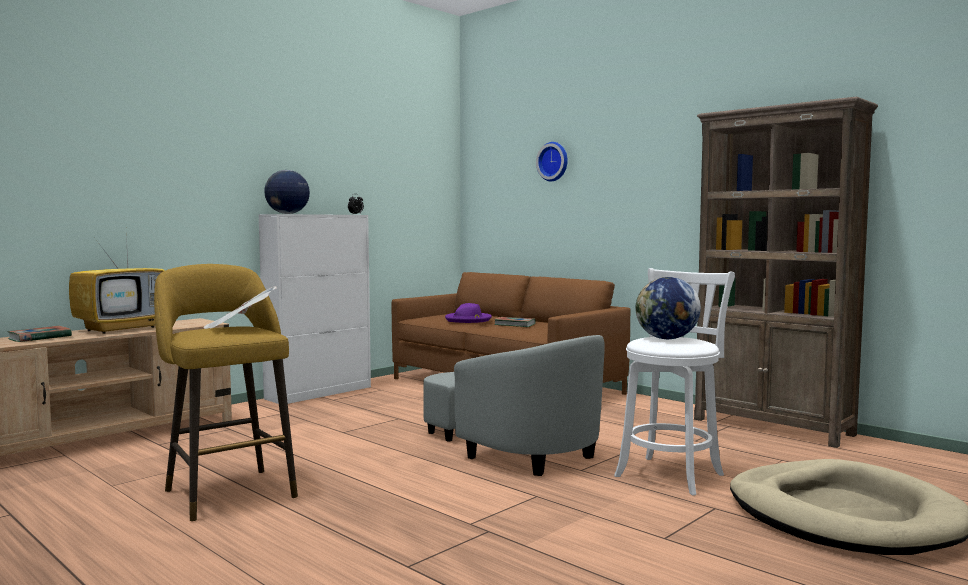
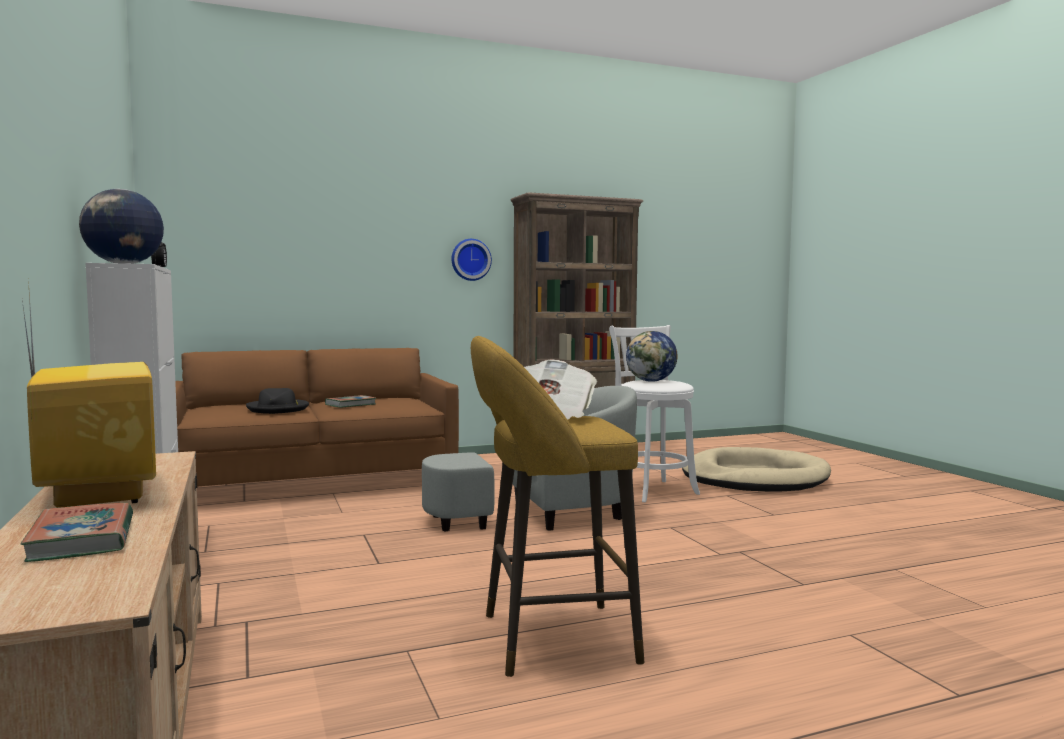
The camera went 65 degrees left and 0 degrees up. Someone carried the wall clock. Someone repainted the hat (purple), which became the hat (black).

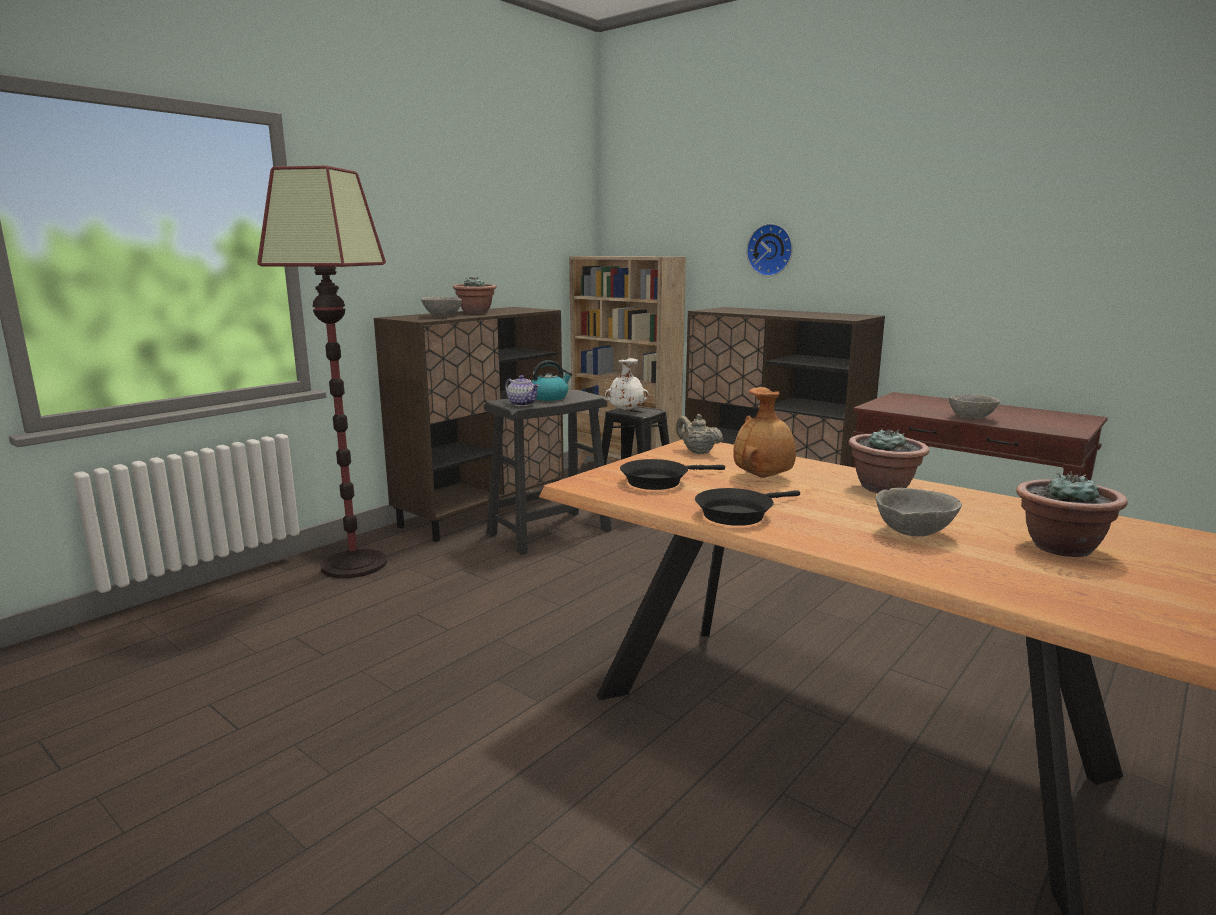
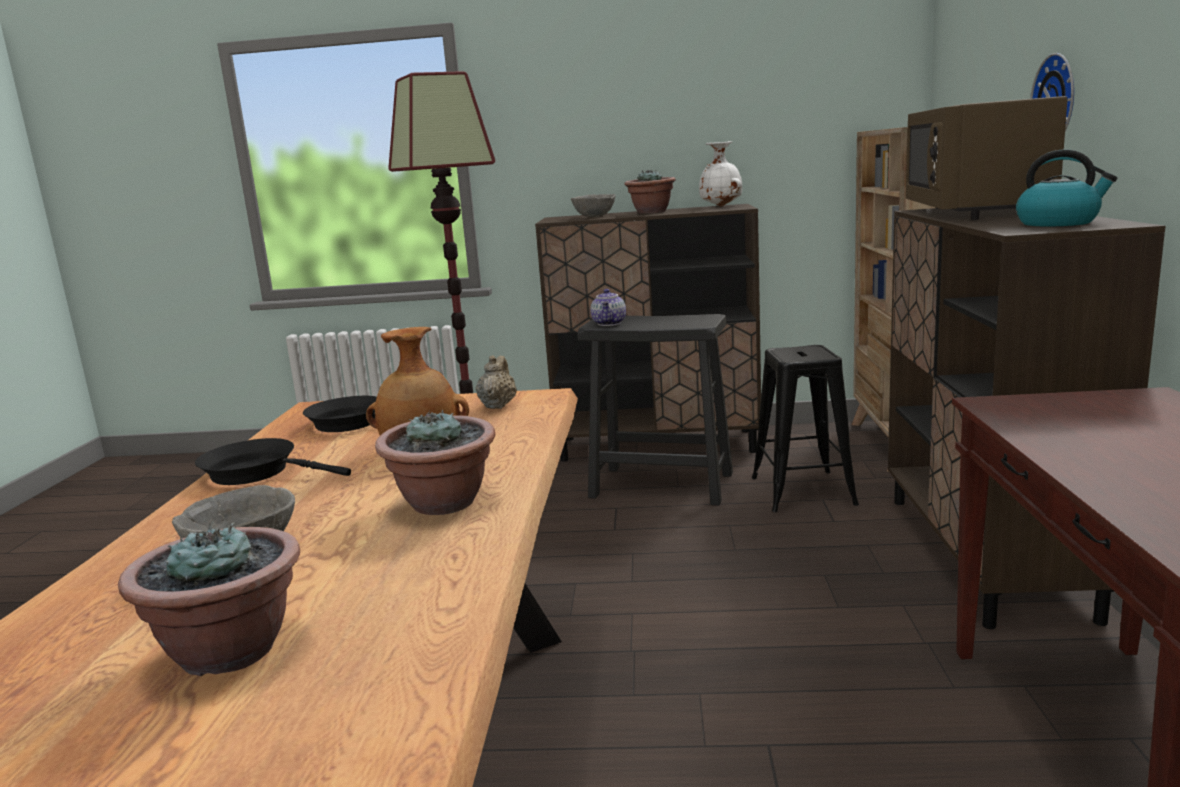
The camera went 55 degrees right and 0 degrees up. Someone took away the bowl (grey) (3rd from left). Someone put down the microwave (brown). Someone carried the kettle. Someone carried the vase (white).

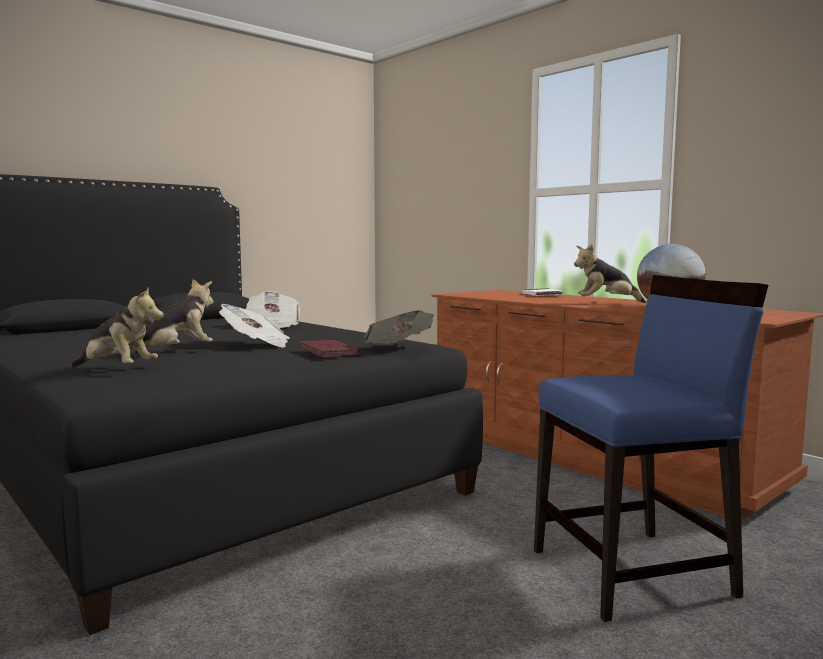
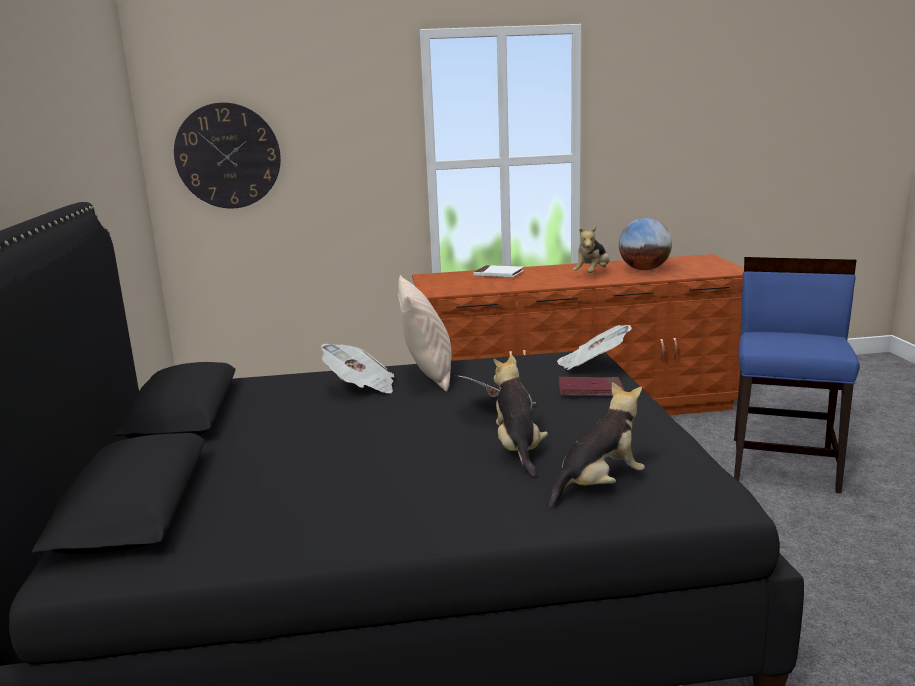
The camera went 55 degrees left and 10 degrees up. Someone put up the wall clock. Someone put down the pillow (beige).

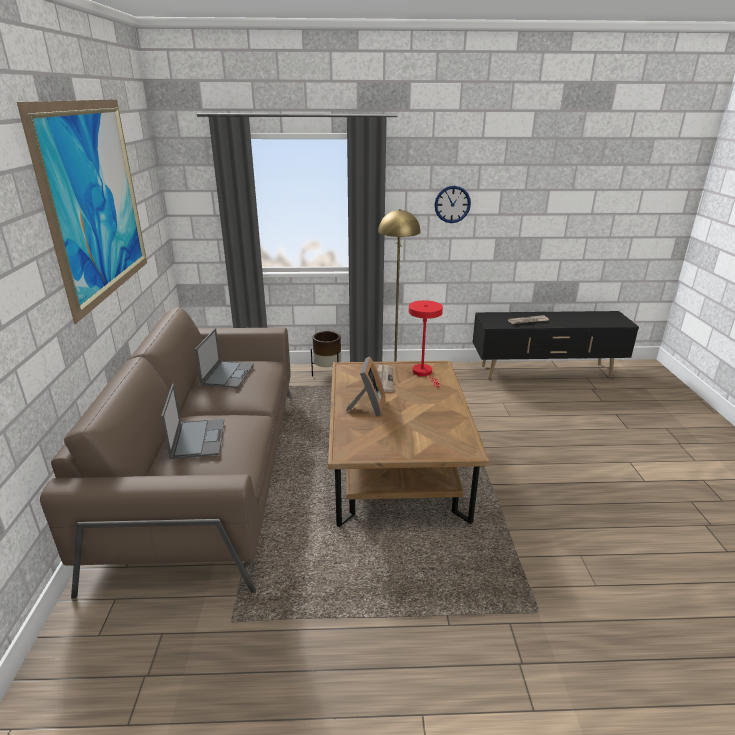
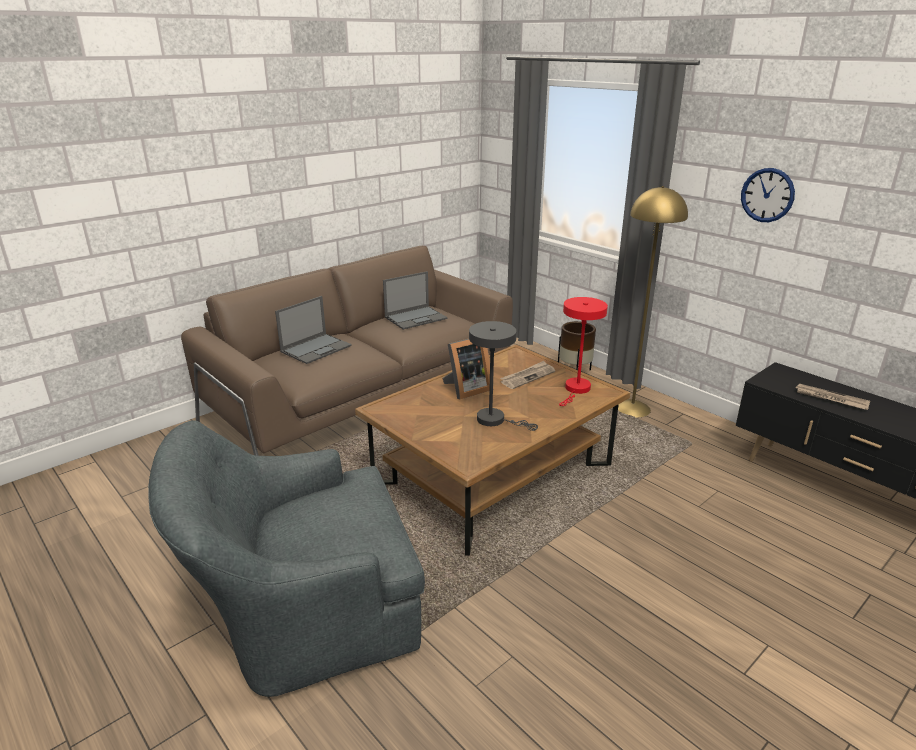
The camera went 50 degrees right and 0 degrees up. Someone took away the picture. Someone put down the armchair (grey). Someone put down the table lamp (grey).

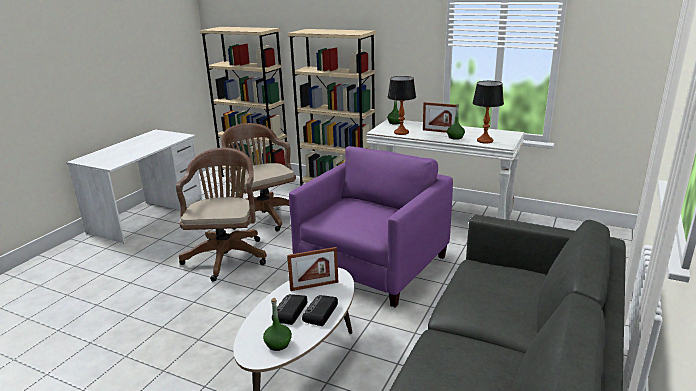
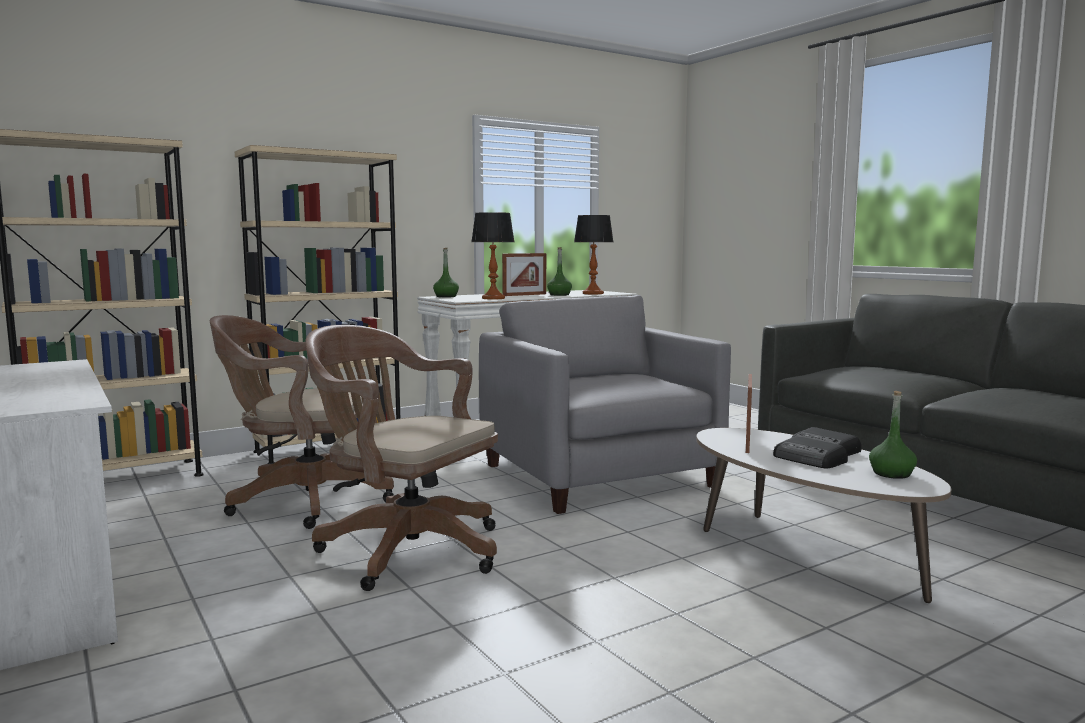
The camera went 60 degrees left and 15 degrees down. Someone repainted the armchair (purple), which became the armchair (grey).

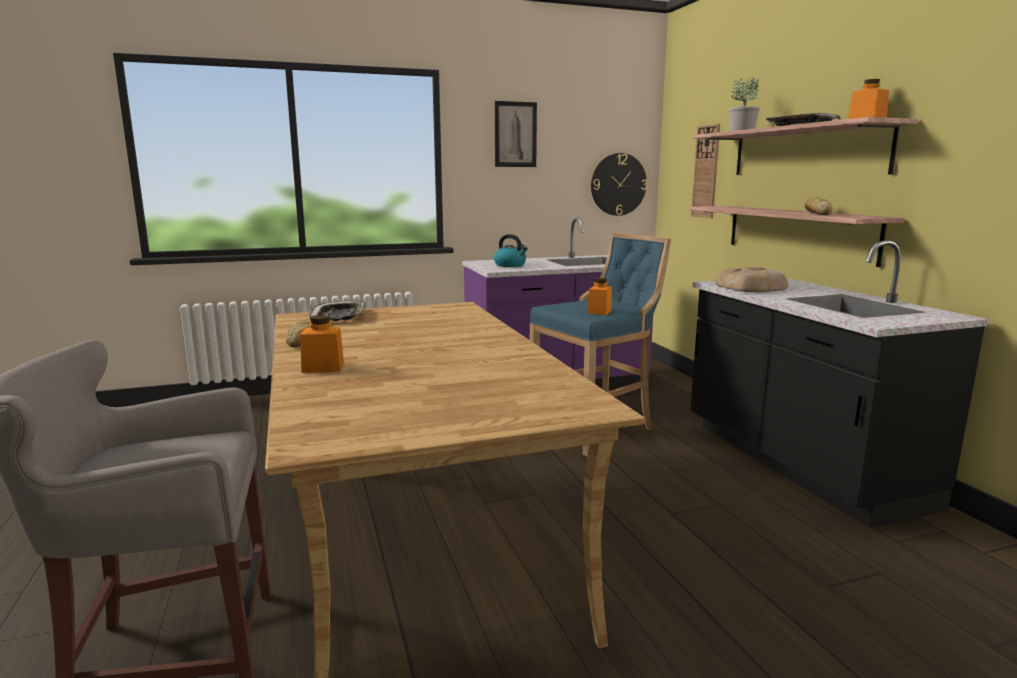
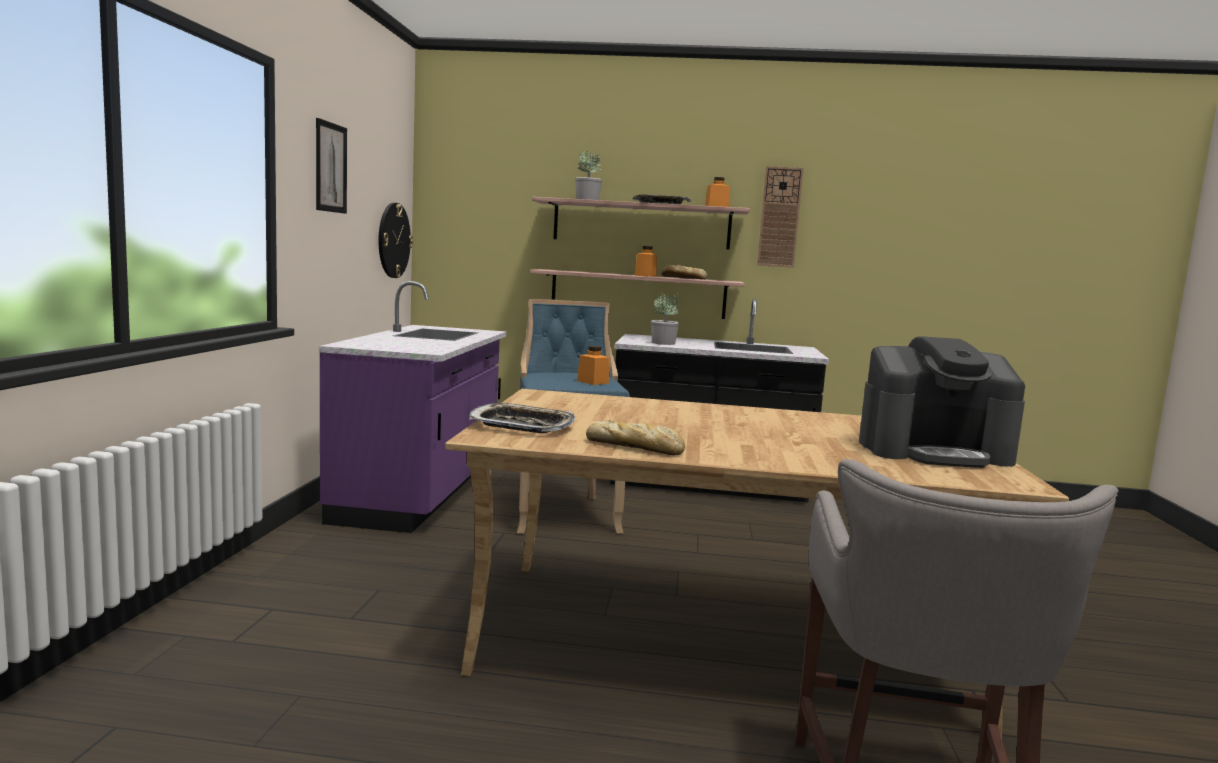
The camera went 65 degrees left and 5 degrees down. Someone took away the kettle. Someone put down the coffee machine. Someone carried the jar (orange) (1st from left in the first image). Someone carried the wall clock (2nd from left). Someone swapped the bread (2nd from left) for the potted plant (2nd from left).

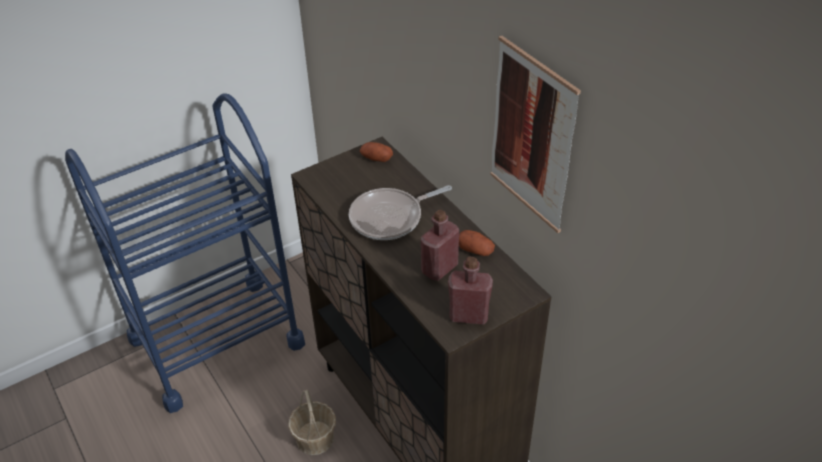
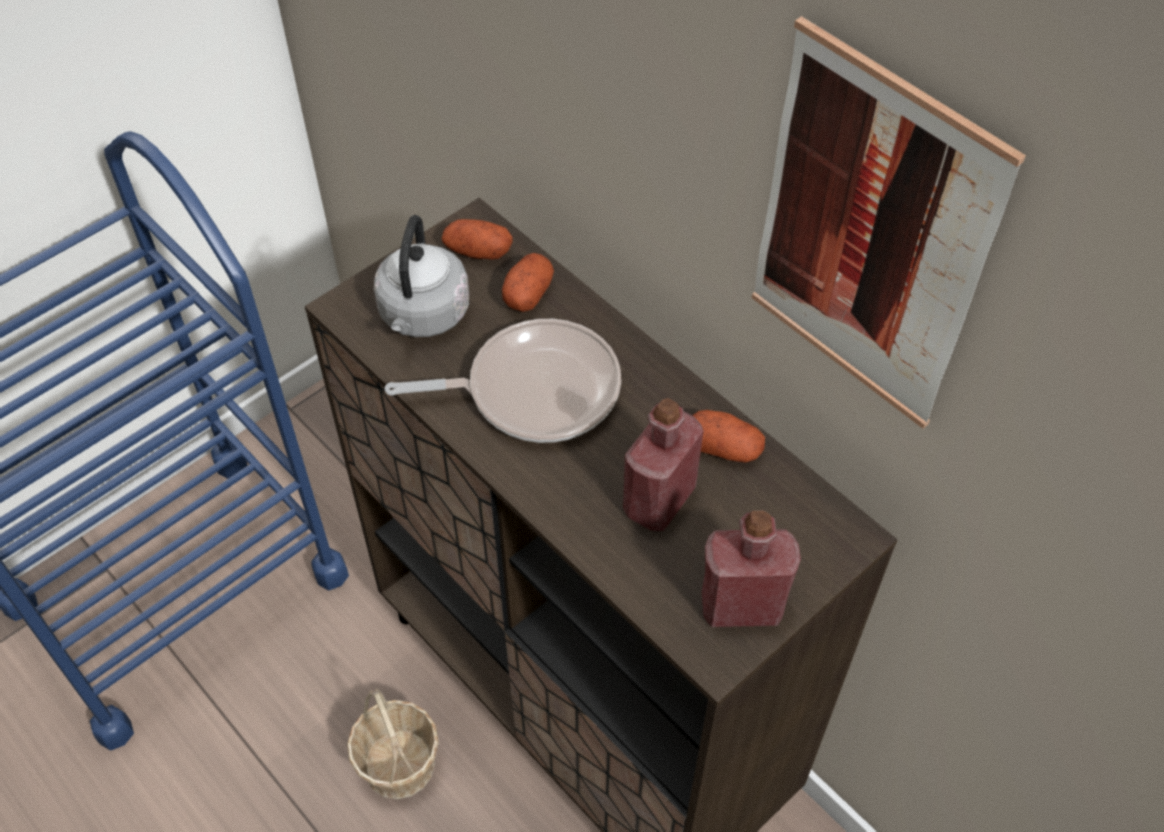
The camera went 10 degrees left and 10 degrees up. Someone put down the kettle (grey). Someone put down the potato (2nd from left). Someone rotated the frying pan by 150 degrees counterclockwise.

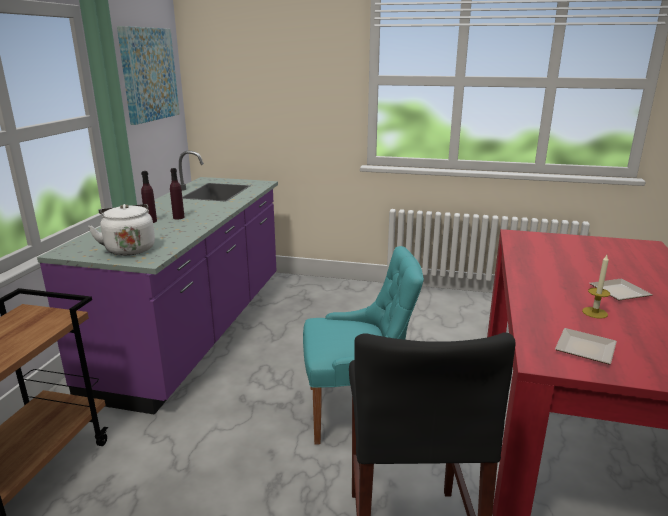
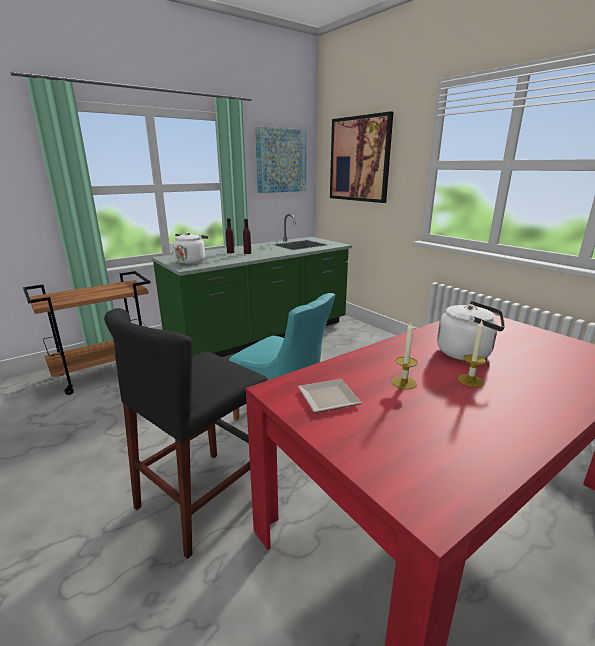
The camera went 40 degrees right and 0 degrees up. Someone put up the picture (2nd from left). Someone put down the kettle (white) (2nd from left). Someone swapped the plate (2nd from left) for the candle (2nd from left). Someone repainted the counter (purple), which became the counter (green).

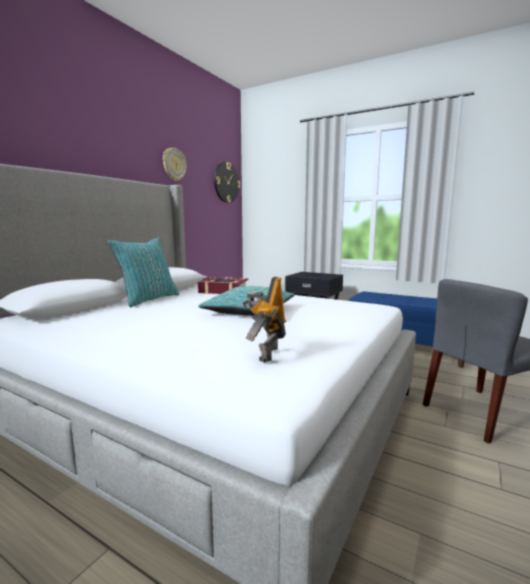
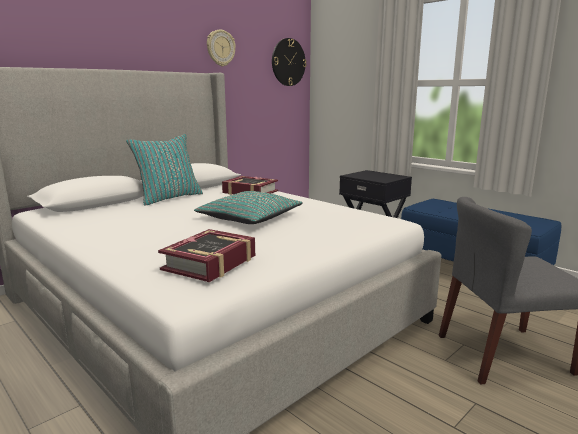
The camera went 15 degrees right and 5 degrees up. Someone swapped the toy robot for the book (1st from left).

